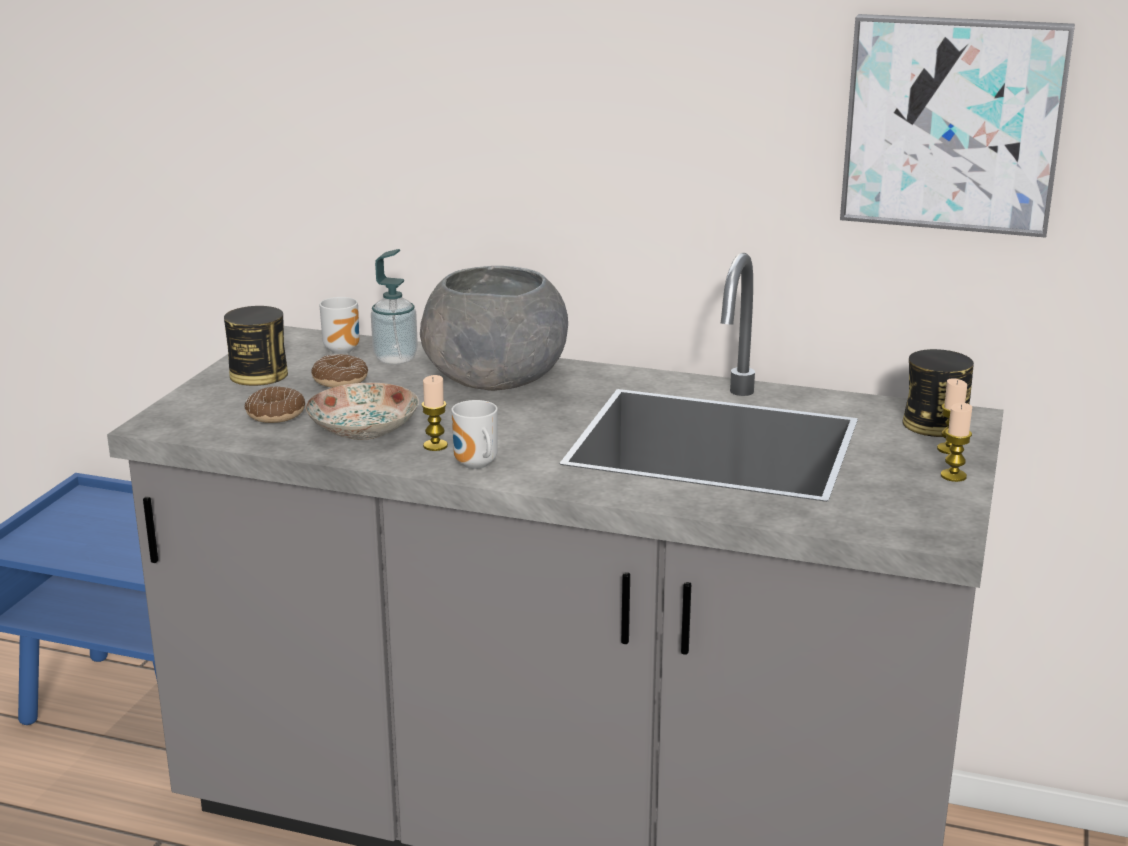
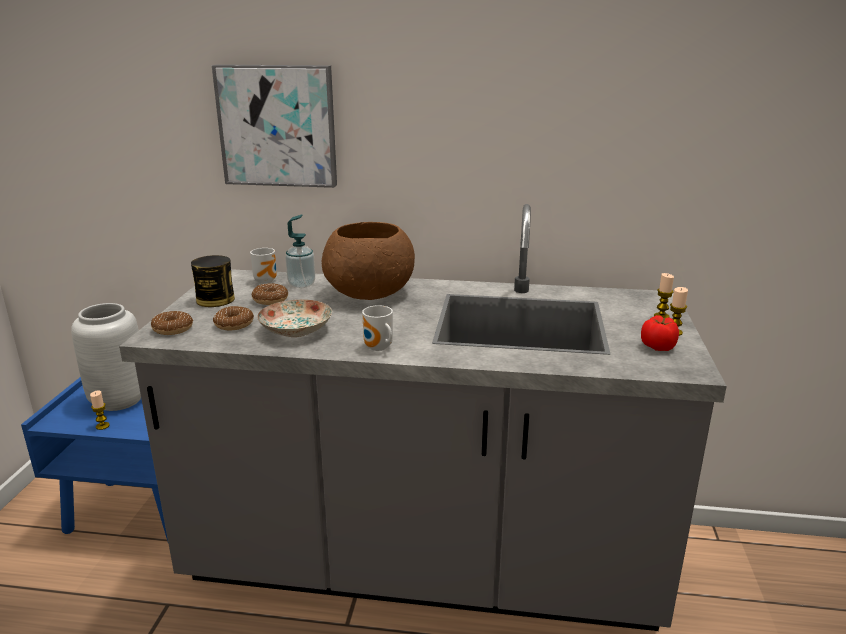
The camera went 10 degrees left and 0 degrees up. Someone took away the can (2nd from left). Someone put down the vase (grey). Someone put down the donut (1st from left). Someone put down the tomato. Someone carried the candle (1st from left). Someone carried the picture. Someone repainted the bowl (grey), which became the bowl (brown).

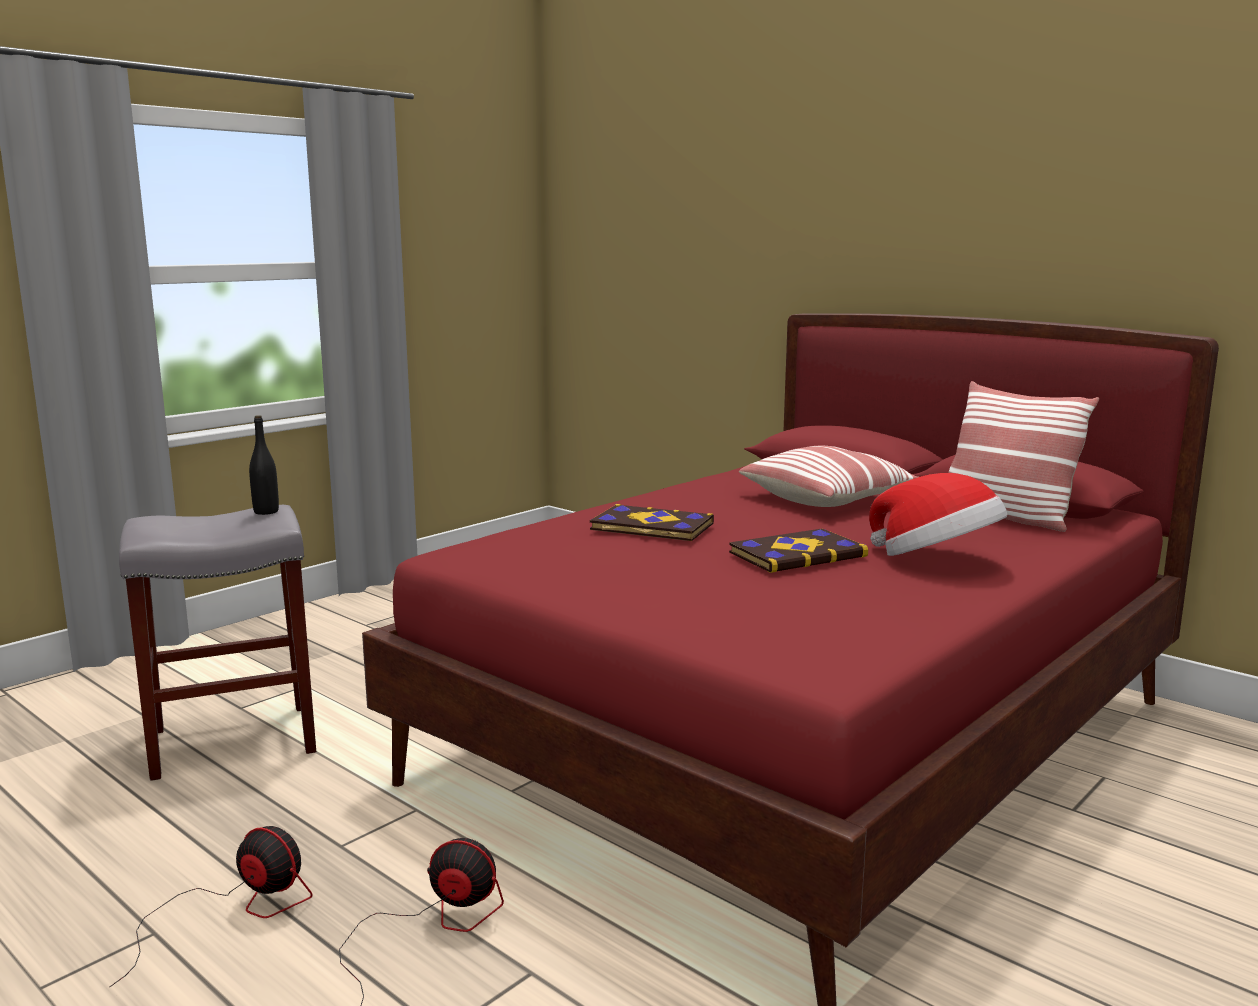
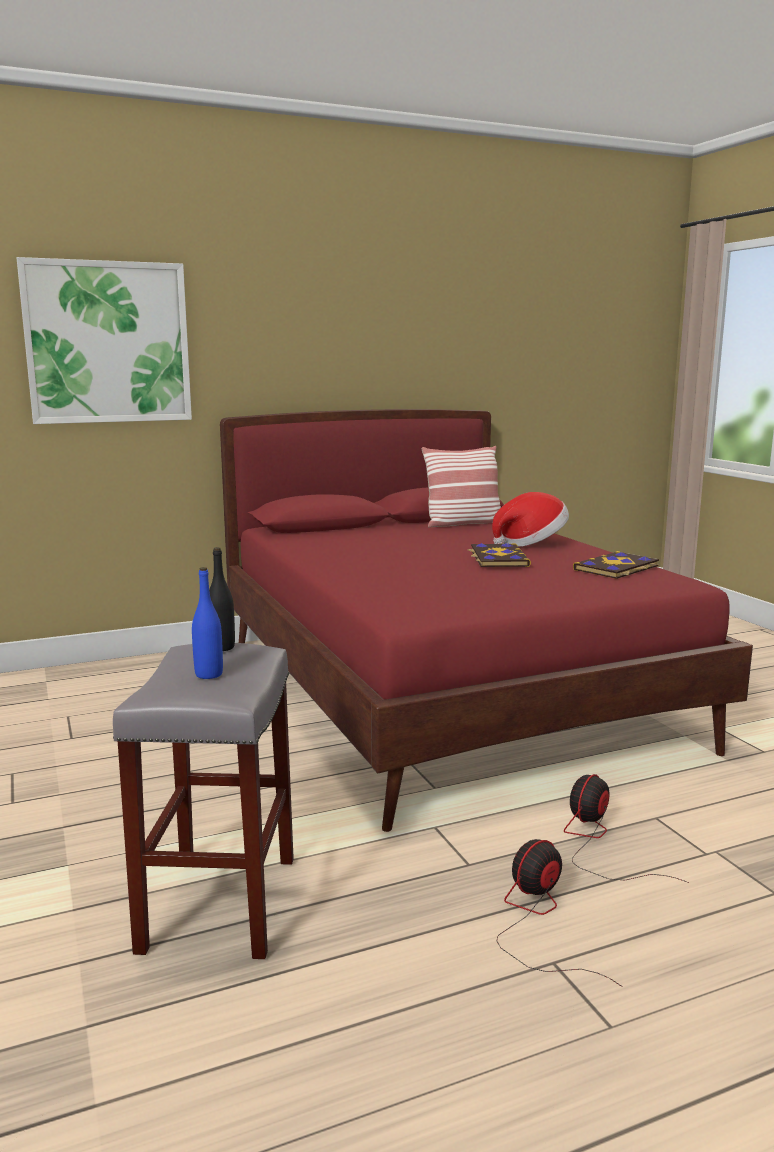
The camera went 65 degrees left and 0 degrees up. Someone took away the pillow (1st from left). Someone put up the picture. Someone put down the bottle (blue). Someone carried the book (1st from left in the first image).

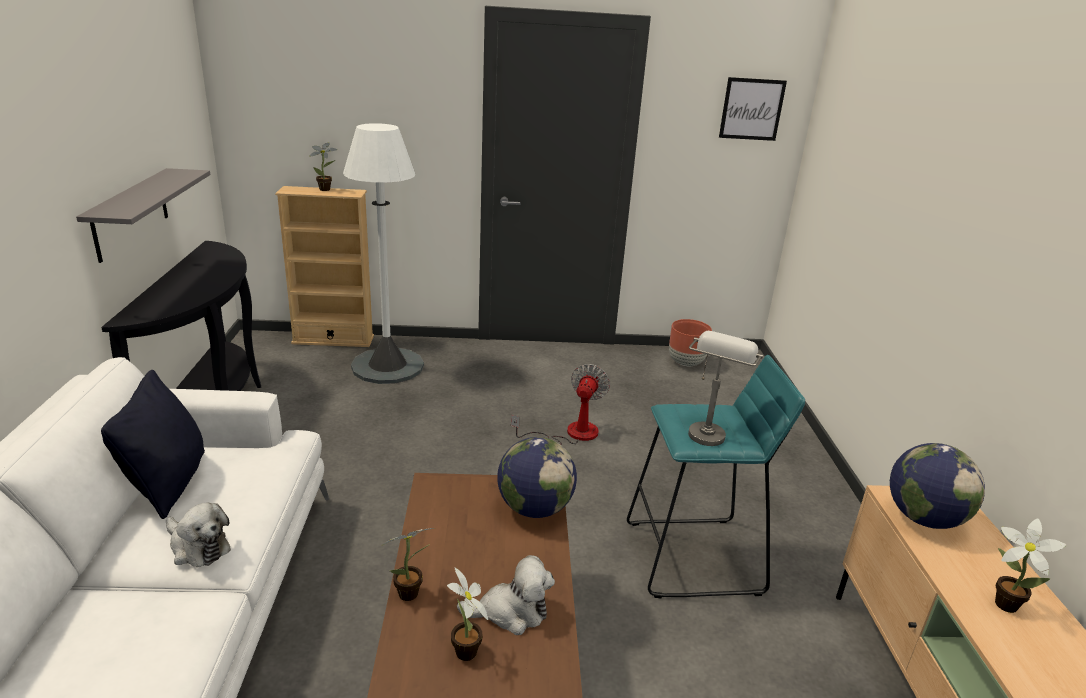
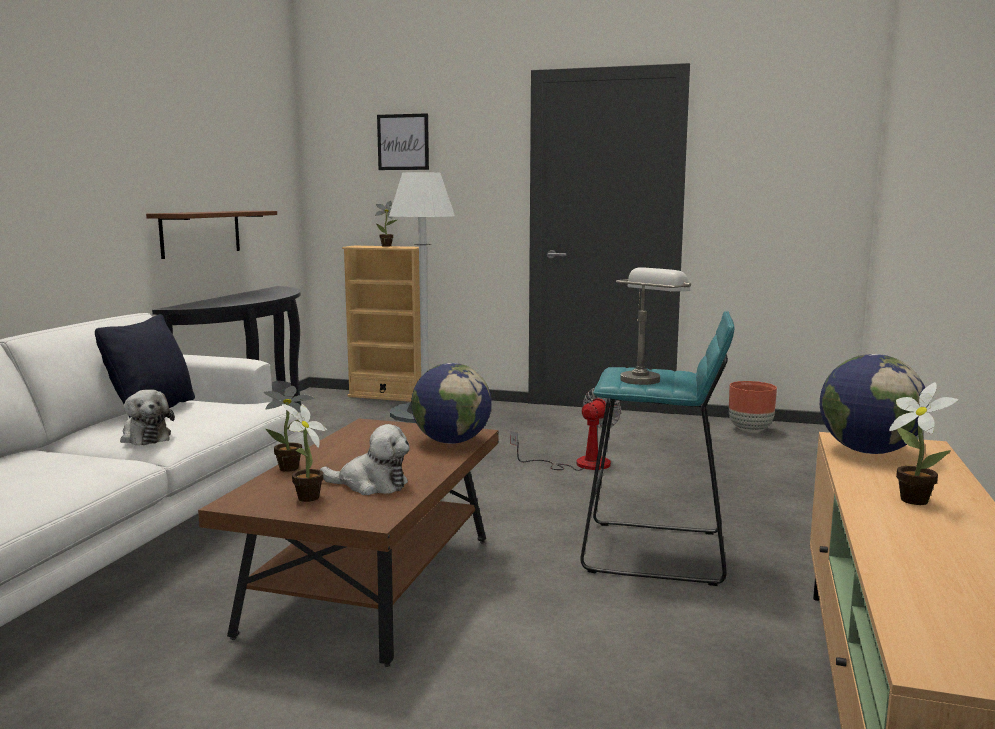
The camera went 20 degrees right and 15 degrees down. Someone carried the picture. Someone repainted the shelf (grey), which became the shelf (brown).

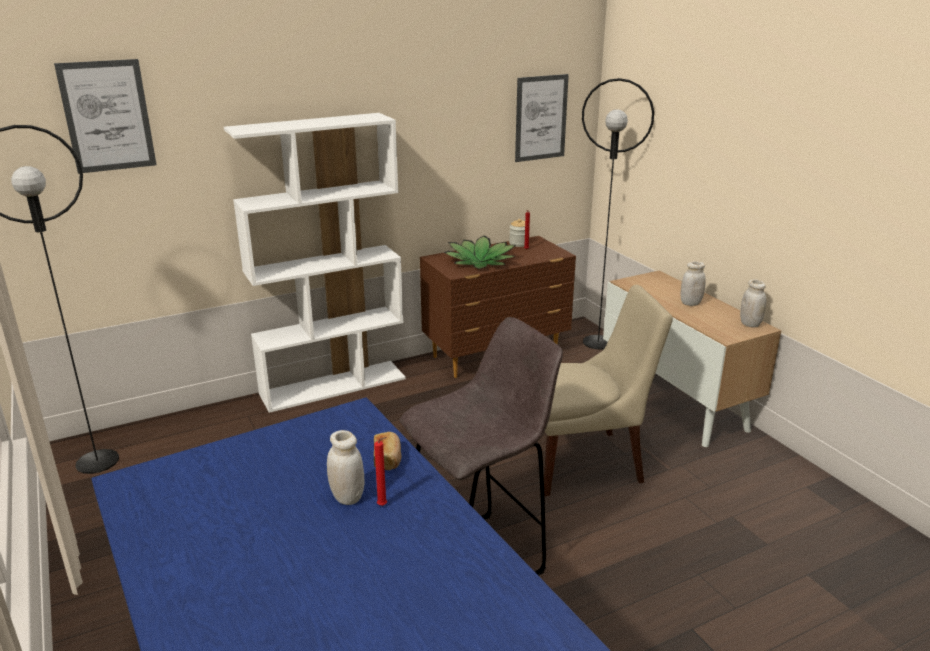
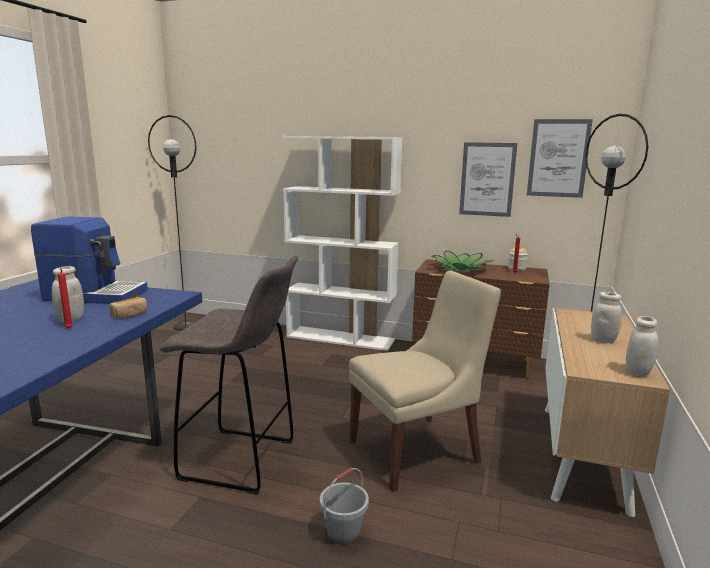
The camera went 45 degrees right and 10 degrees down. Someone put down the coffee machine. Someone put down the bucket (grey). Someone carried the picture (1st from left). Someone rotated the chair (beige) by 60 degrees counterclockwise.

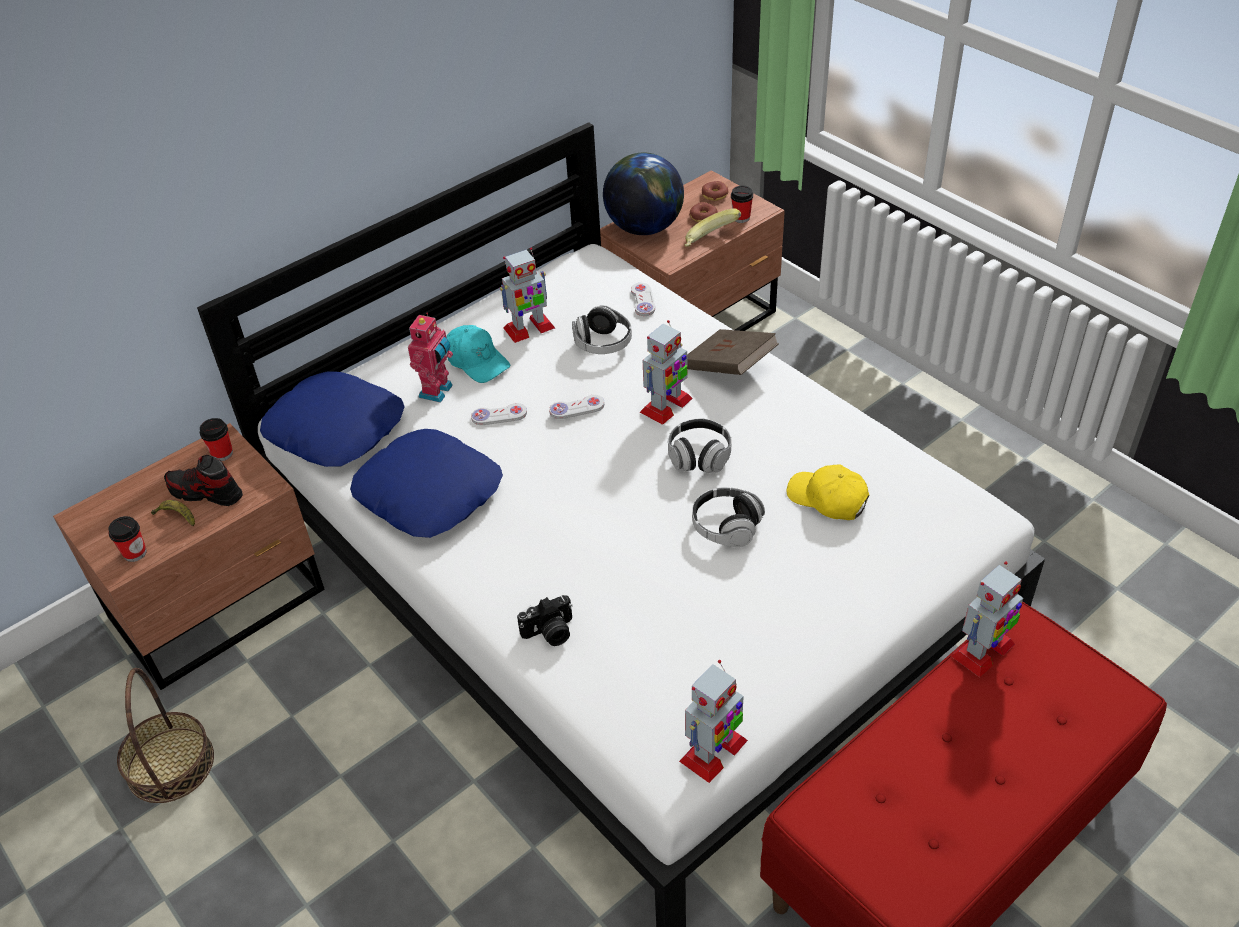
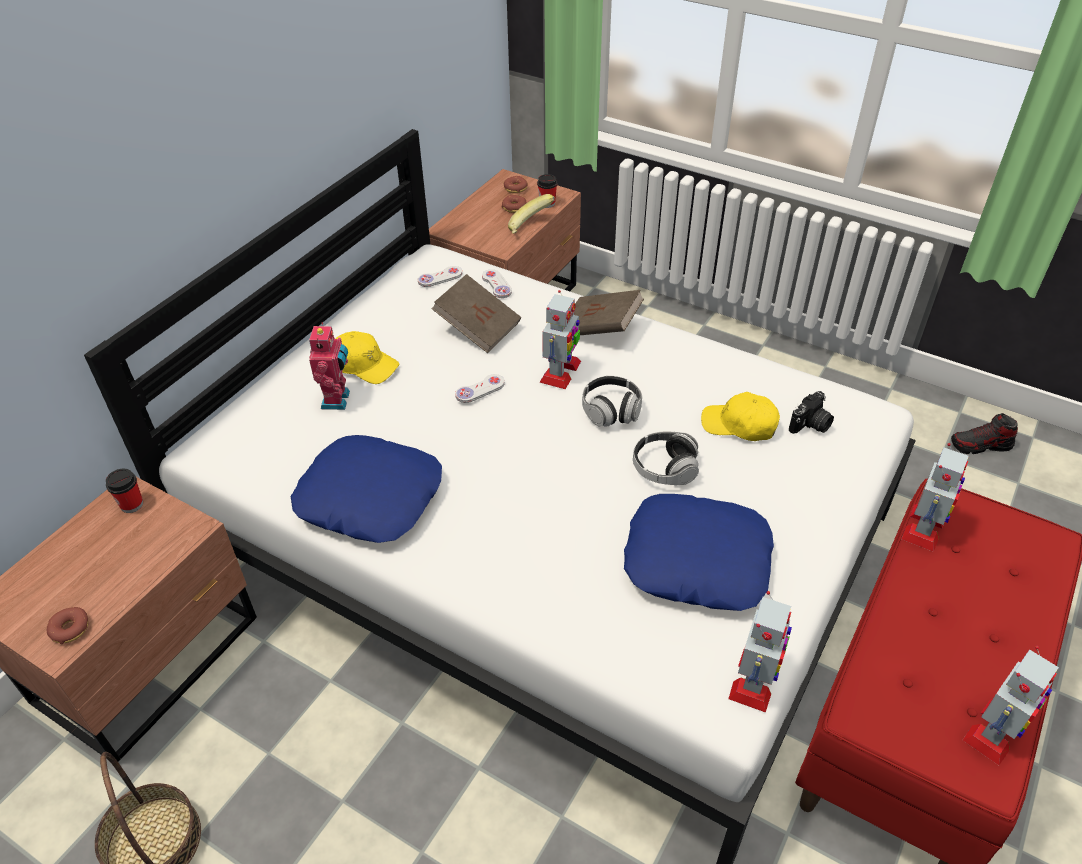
The camera went 20 degrees left and 0 degrees up. Someone took away the banana (1st from left). Someone took away the globe. Someone carried the shoe. Someone carried the pillow (blue) (1st from left in the first image). Someone carried the game controller (white) (1st from left). Someone carried the toy robot (2nd from left in the first image). Someone carried the photo camera. Someone swapped the cup (1st from left) for the donut (1st from left). Someone swapped the headphones (1st from left) for the book (brown) (1st from left). Someone repainted the cap (turquoise), which became the cap (yellow) (1st from left).

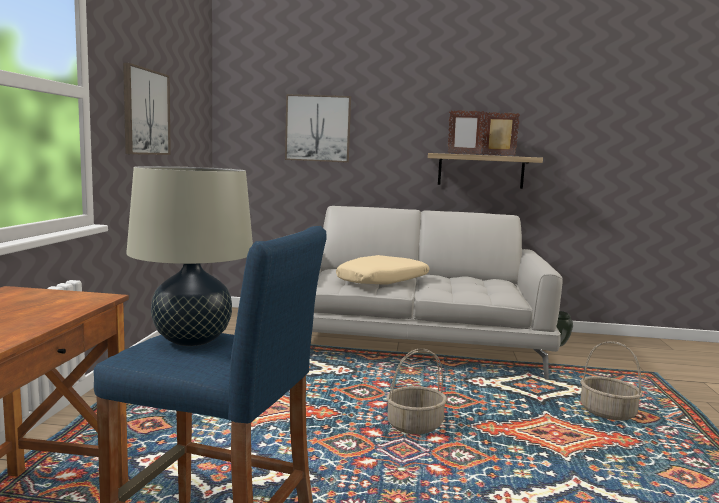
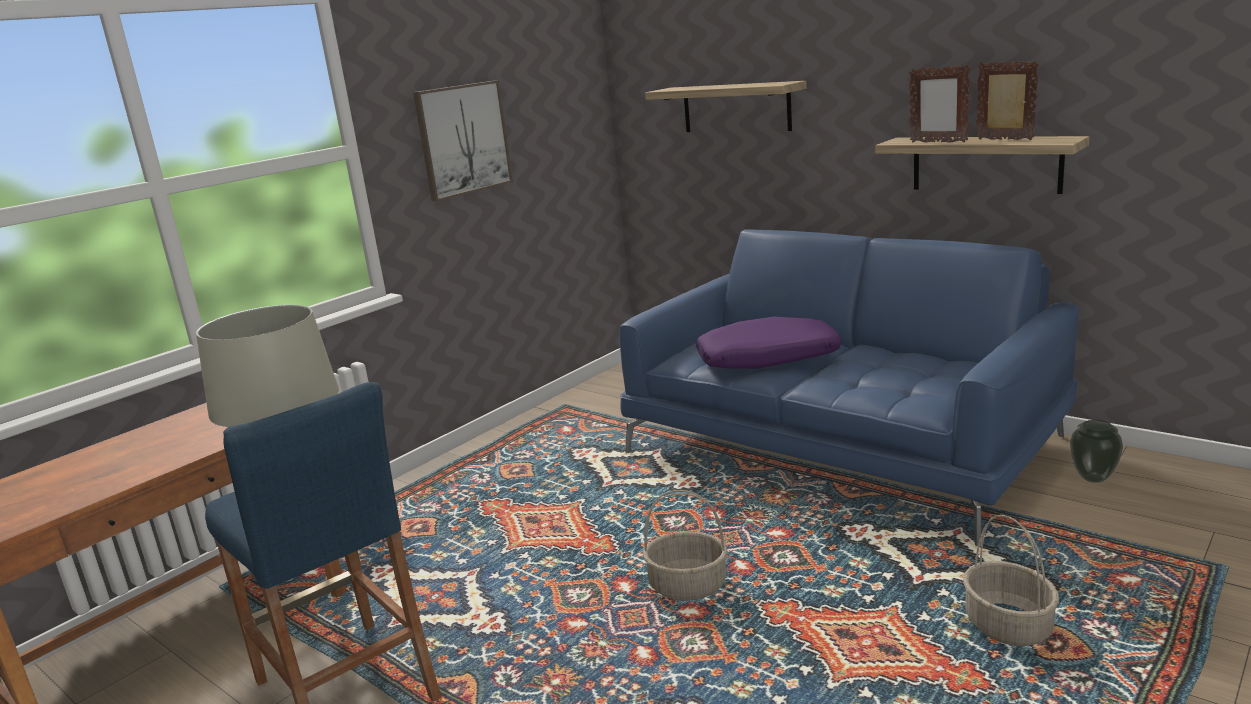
The camera went 35 degrees right and 10 degrees up. Someone swapped the picture (2nd from left) for the shelf (1st from left). Someone repainted the sofa (grey), which became the sofa (blue). Someone repainted the pillow (beige), which became the pillow (purple).

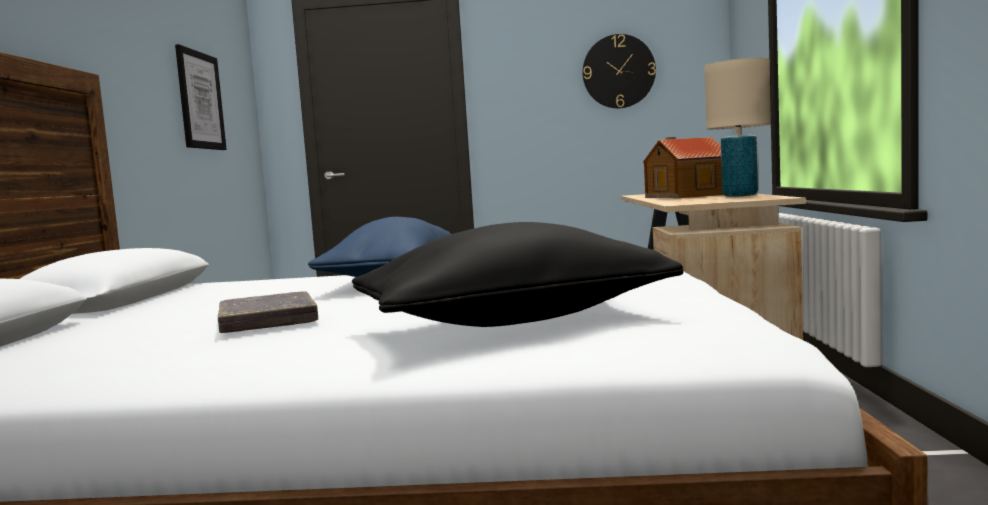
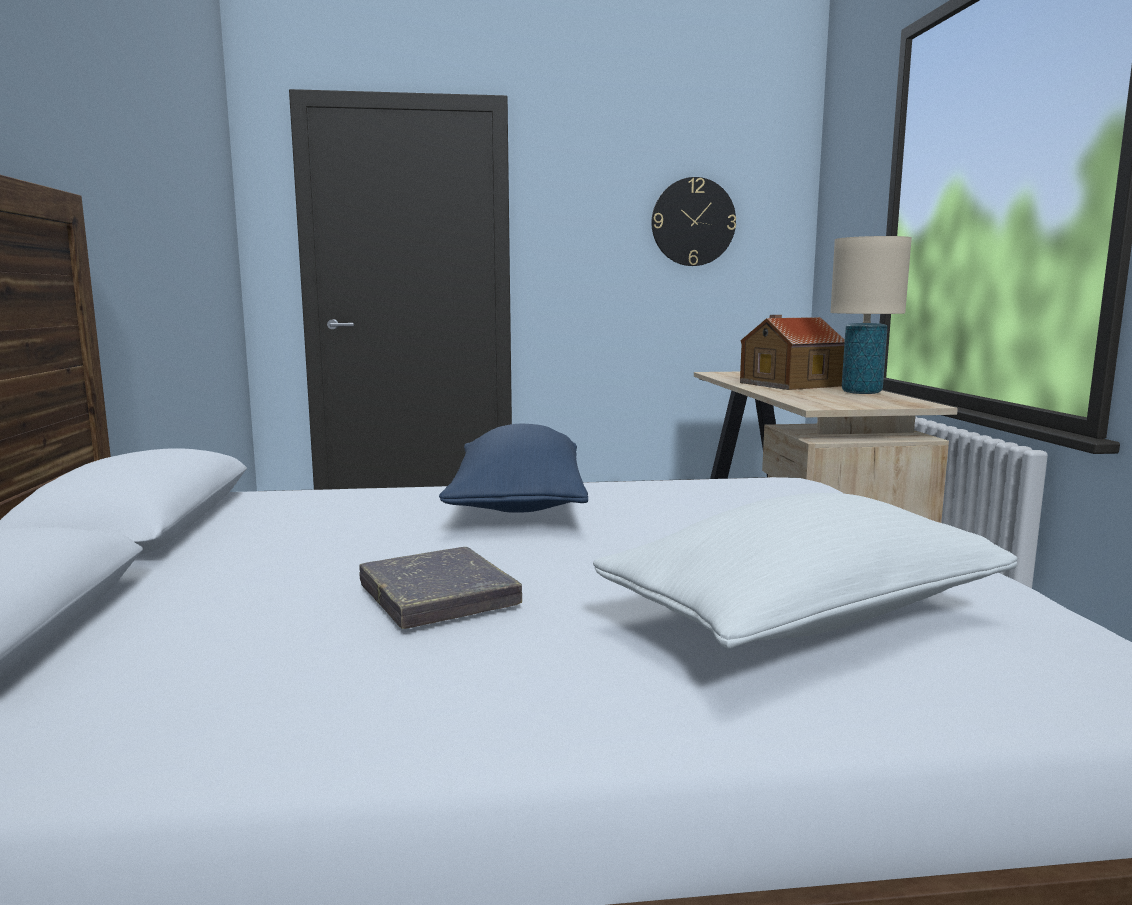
The camera went 10 degrees left and 5 degrees up. Someone took away the picture. Someone repainted the pillow (black), which became the pillow (white).

